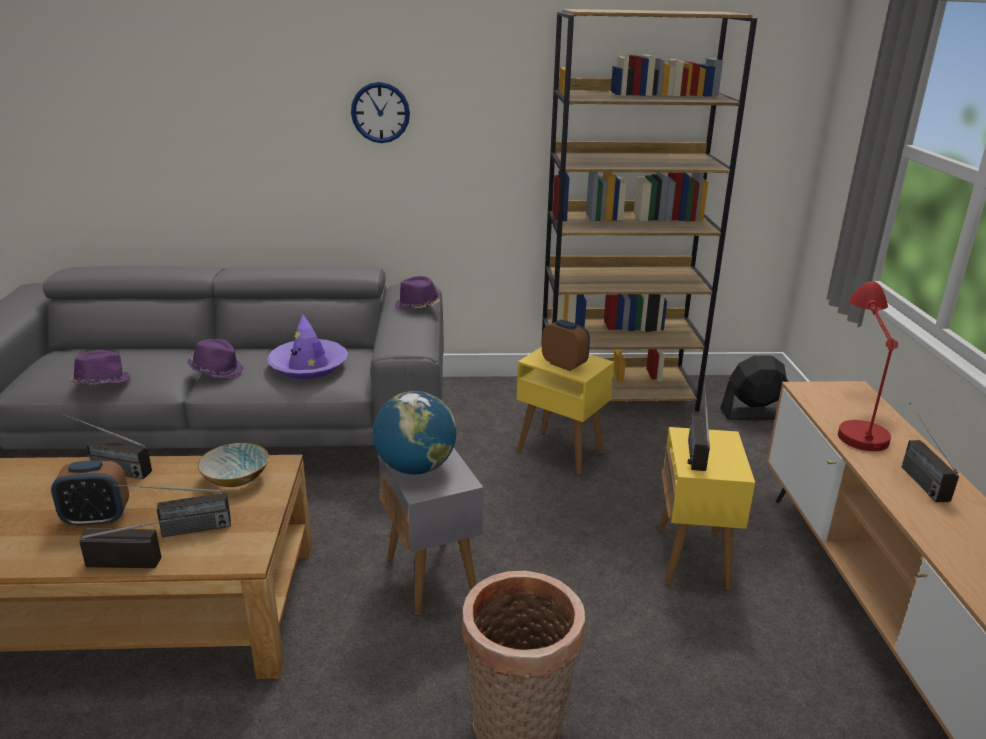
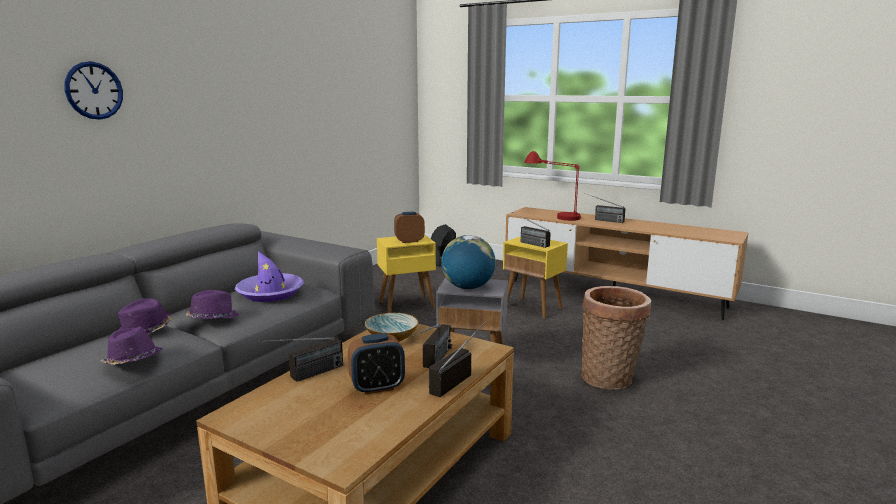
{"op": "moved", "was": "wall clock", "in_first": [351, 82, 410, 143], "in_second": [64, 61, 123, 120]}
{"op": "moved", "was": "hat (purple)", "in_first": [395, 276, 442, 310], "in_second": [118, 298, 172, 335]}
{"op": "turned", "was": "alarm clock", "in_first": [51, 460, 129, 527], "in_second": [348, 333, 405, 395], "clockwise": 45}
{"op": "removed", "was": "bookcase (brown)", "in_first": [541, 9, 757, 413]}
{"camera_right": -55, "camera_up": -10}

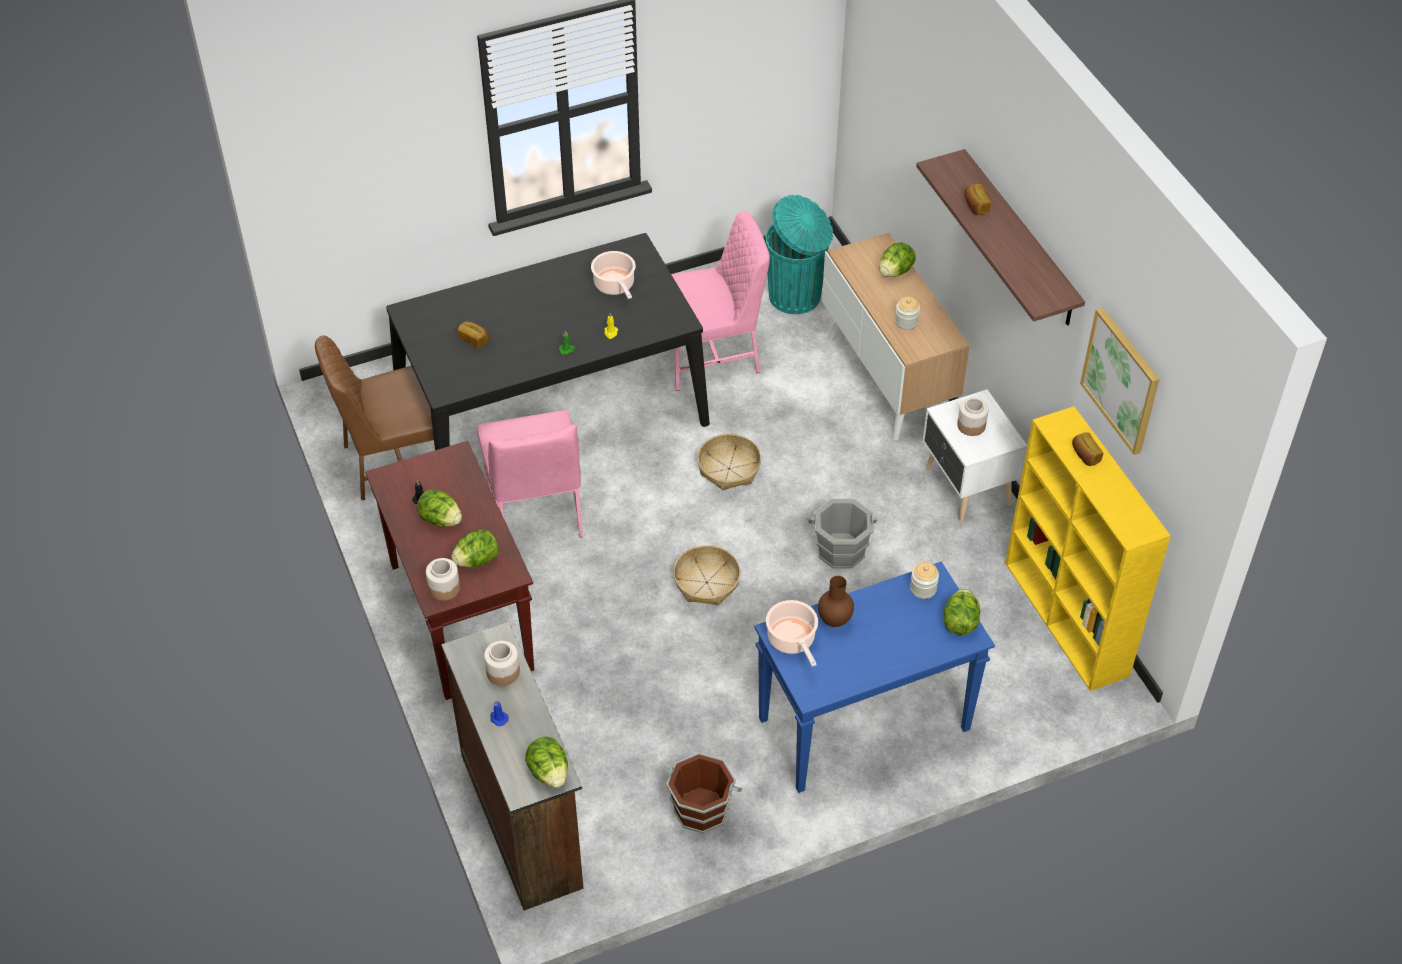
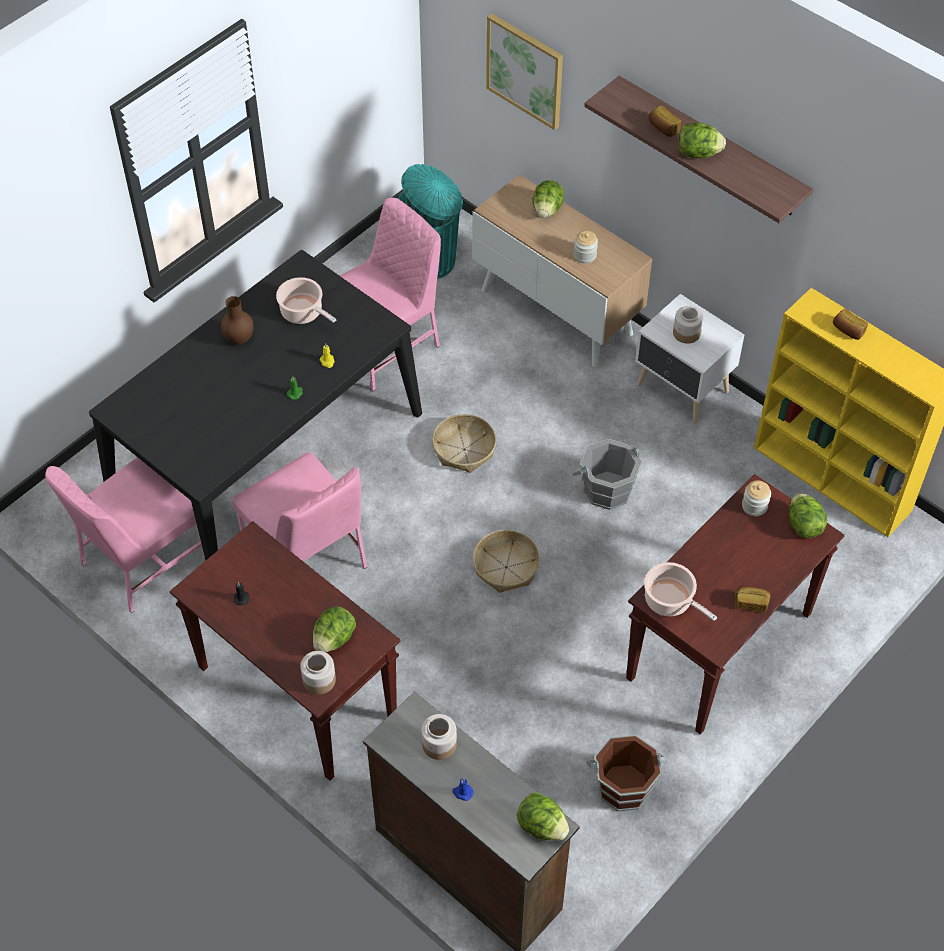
{"op": "recoloured", "was": "chair (brown)", "now": "chair (pink)", "in_first": [315, 335, 434, 501], "in_second": [45, 457, 205, 613]}
{"op": "moved", "was": "vase (brown)", "in_first": [818, 576, 854, 627], "in_second": [221, 296, 254, 344]}
{"op": "moved", "was": "picture", "in_first": [1080, 307, 1160, 455], "in_second": [486, 13, 563, 130]}
{"op": "recoloured", "was": "console table (blue)", "now": "console table (brown)", "in_first": [754, 562, 995, 793], "in_second": [626, 474, 845, 734]}
{"op": "moved", "was": "lettuce", "in_first": [417, 488, 462, 527], "in_second": [679, 123, 726, 158]}
{"op": "moved", "was": "bread", "in_first": [457, 321, 489, 348], "in_second": [735, 587, 771, 613]}
{"camera_right": -25, "camera_up": 5}

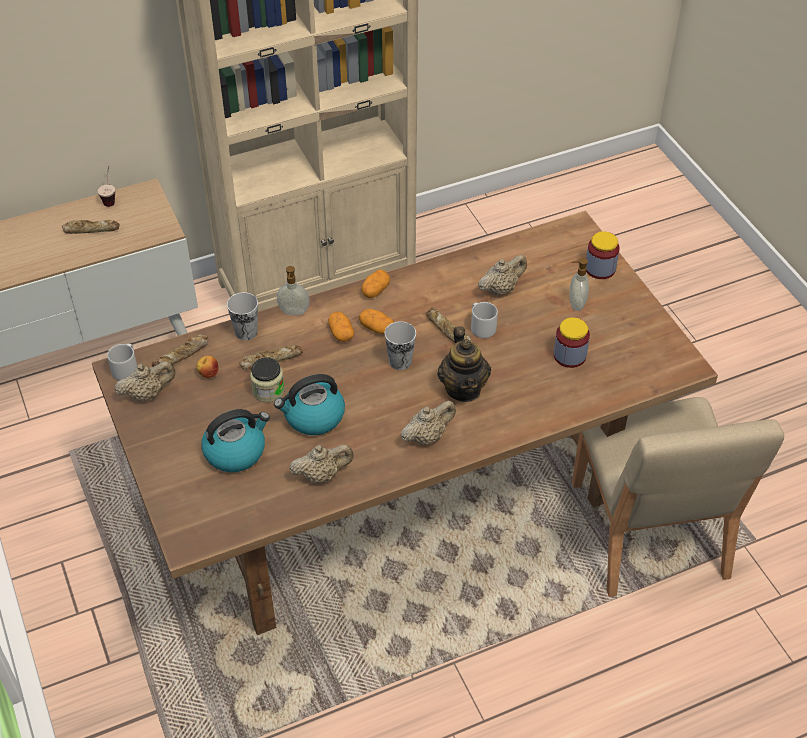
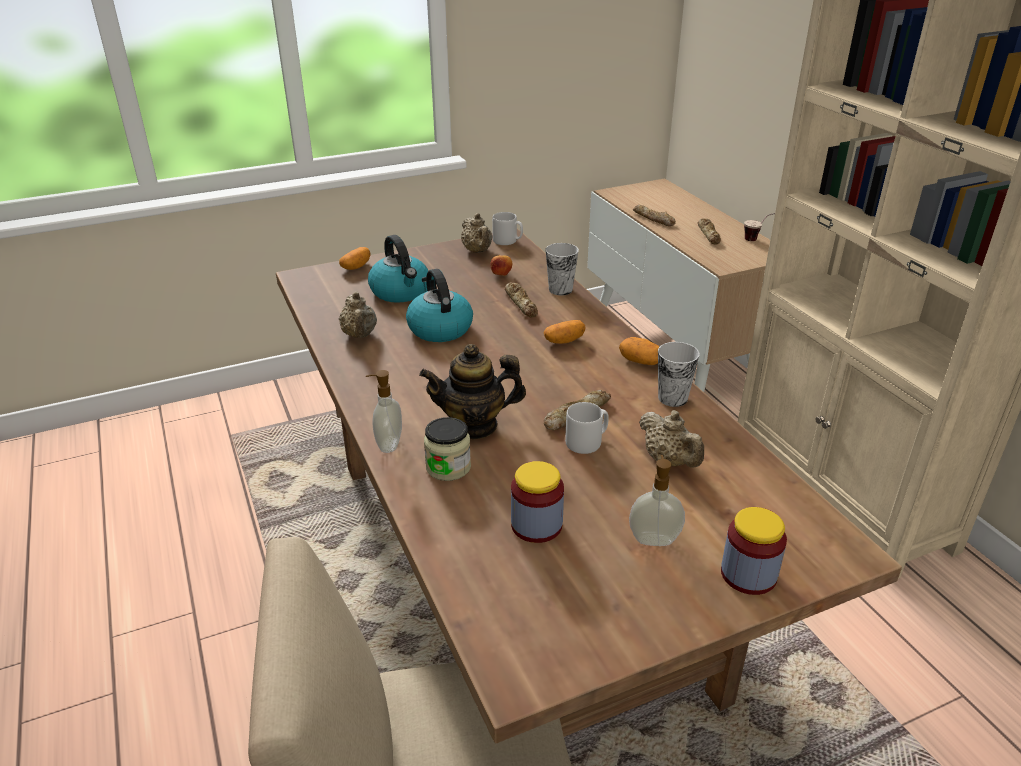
{"op": "moved", "was": "potato", "in_first": [359, 309, 394, 334], "in_second": [339, 247, 371, 270]}
{"op": "moved", "was": "soap dispenser", "in_first": [277, 266, 310, 315], "in_second": [366, 370, 402, 453]}
{"op": "moved", "was": "jar", "in_first": [250, 357, 284, 402], "in_second": [424, 417, 471, 481]}
{"op": "moved", "was": "bread", "in_first": [152, 335, 208, 367], "in_second": [633, 205, 676, 226]}
{"op": "moved", "was": "cup", "in_first": [384, 321, 416, 370], "in_second": [658, 342, 700, 407]}
{"op": "removed", "was": "teapot (beige)", "in_first": [401, 401, 456, 445]}
{"camera_right": 90, "camera_up": -15}

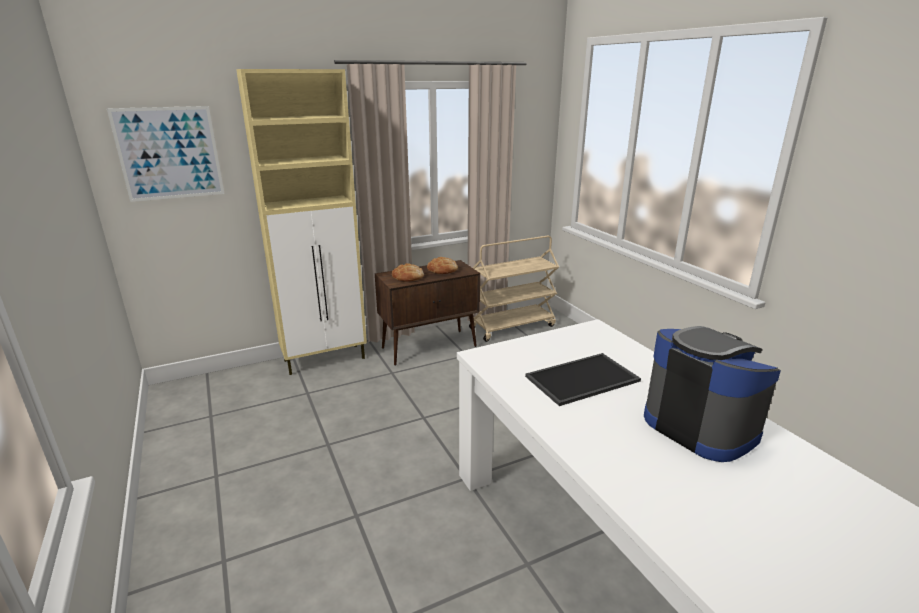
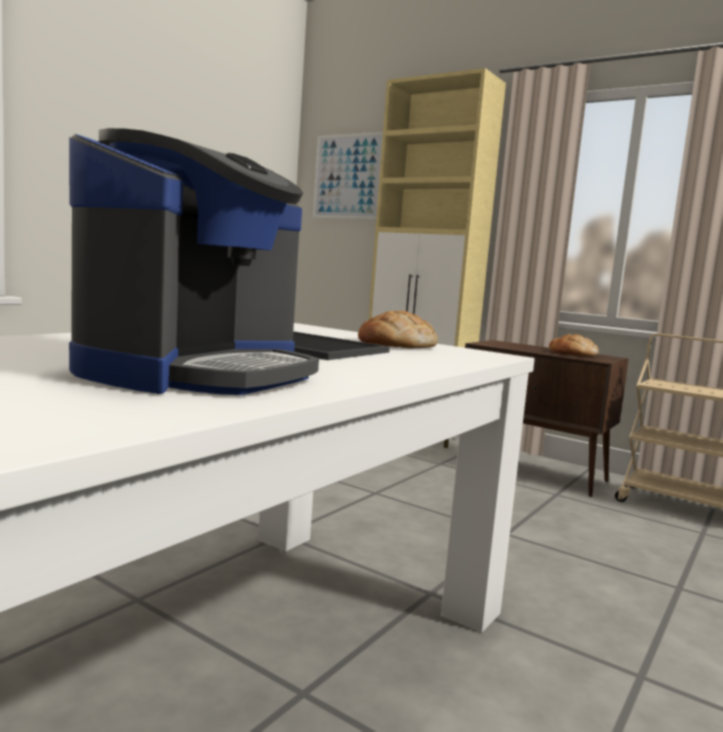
{"op": "moved", "was": "bread", "in_first": [392, 263, 424, 282], "in_second": [358, 311, 438, 348]}
{"camera_right": 60, "camera_up": -15}

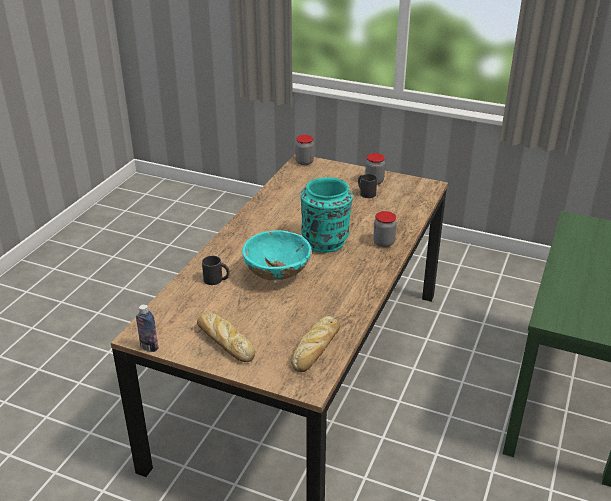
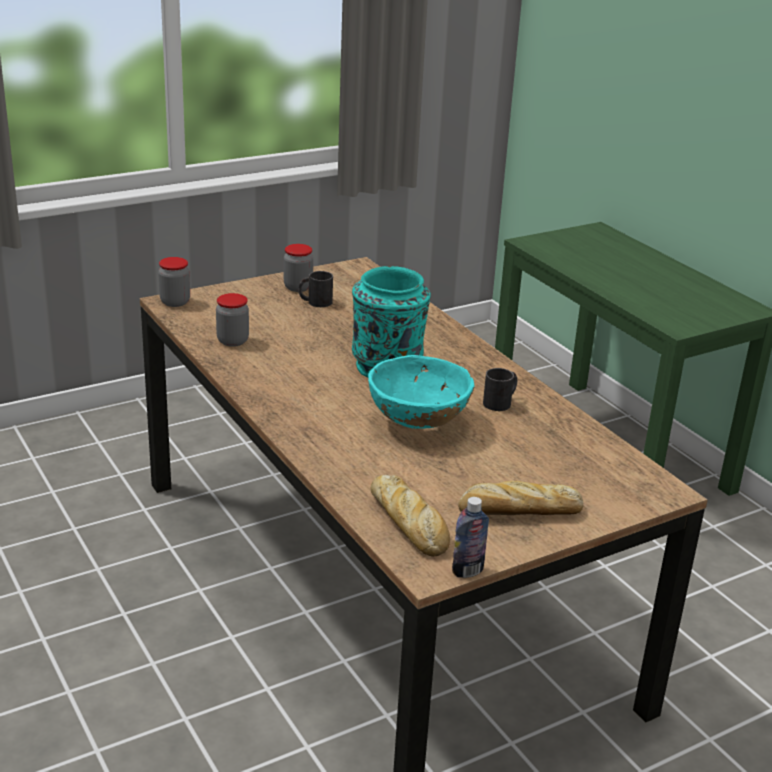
{"op": "moved", "was": "jar", "in_first": [373, 211, 397, 247], "in_second": [216, 293, 249, 347]}
{"op": "moved", "was": "bread", "in_first": [291, 316, 340, 372], "in_second": [371, 475, 450, 556]}
{"op": "moved", "was": "mug (black)", "in_first": [202, 256, 230, 285], "in_second": [483, 368, 517, 411]}
{"camera_right": -55, "camera_up": -5}

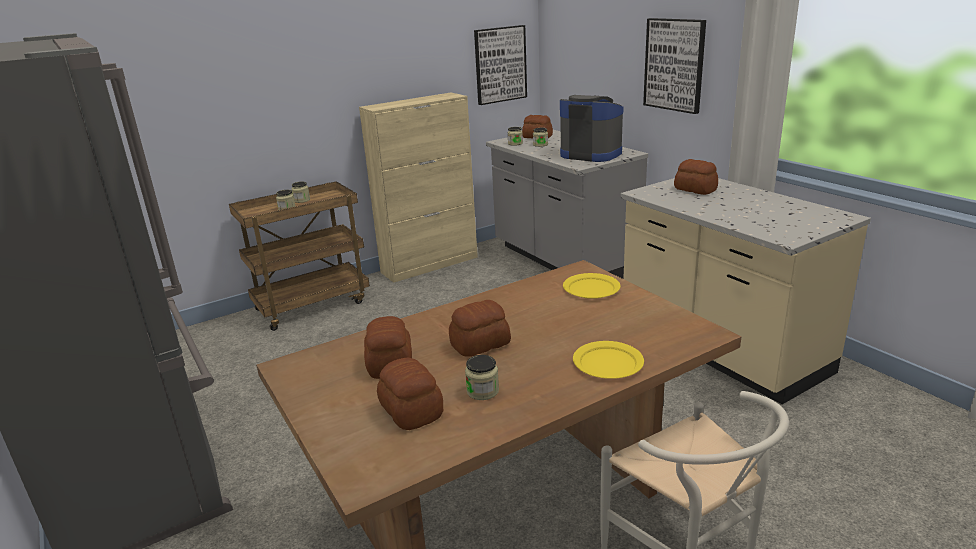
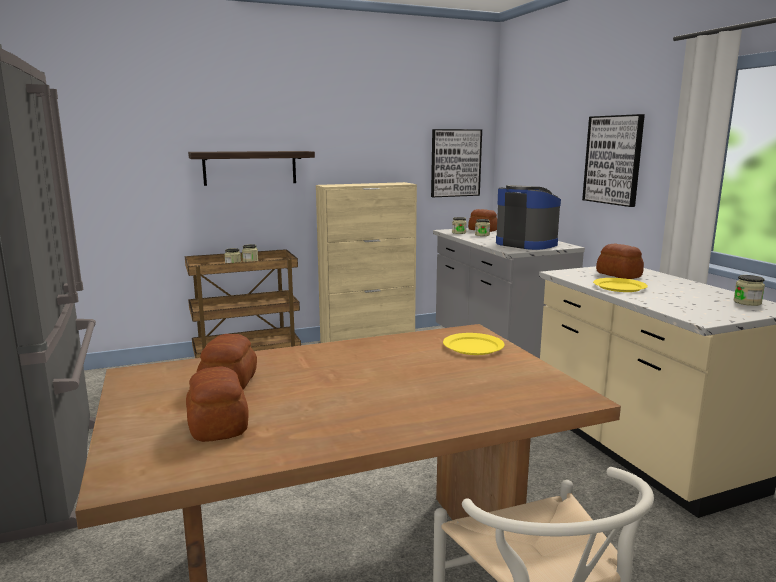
{"op": "added", "now": "shelf", "in_second": [188, 151, 315, 186]}
{"op": "moved", "was": "plate (yellow)", "in_first": [573, 341, 644, 379], "in_second": [593, 278, 648, 292]}
{"op": "moved", "was": "jar", "in_first": [465, 355, 499, 400], "in_second": [734, 275, 765, 306]}
{"op": "removed", "was": "bread", "in_first": [449, 300, 511, 357]}
{"camera_right": 10, "camera_up": -10}

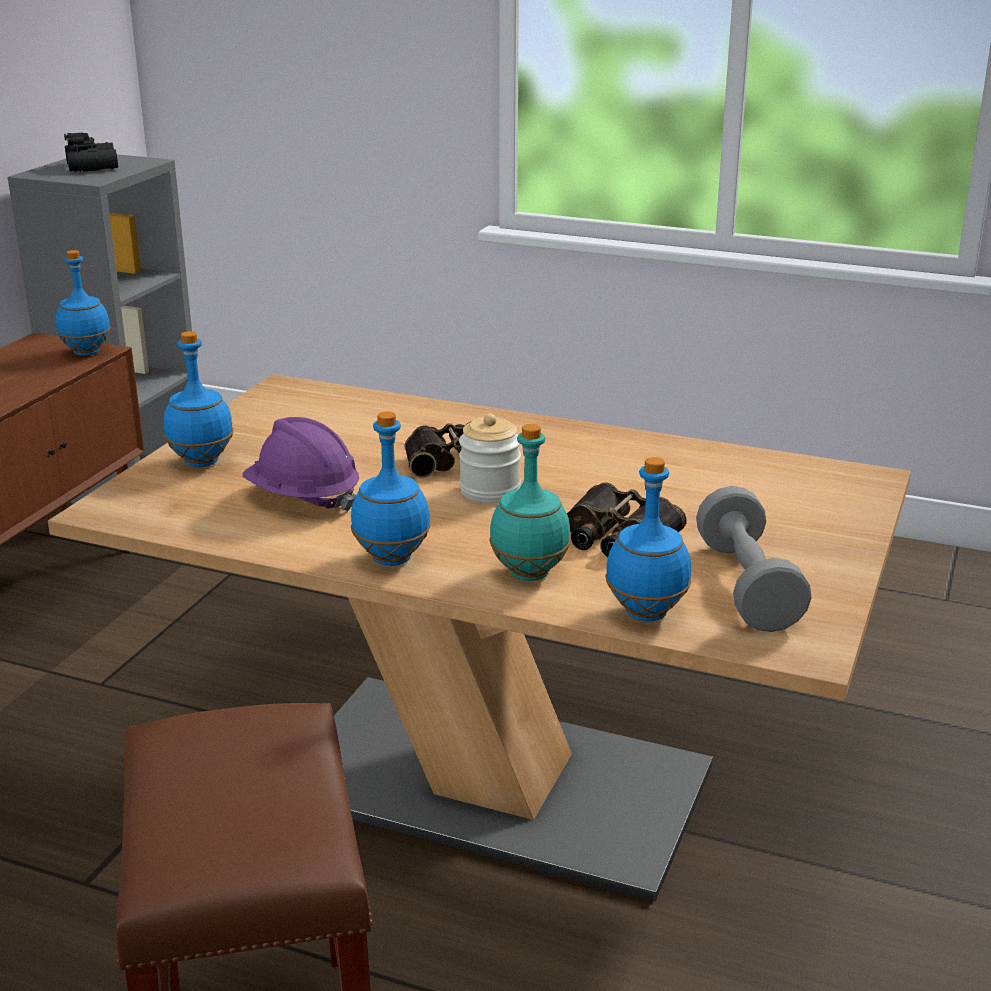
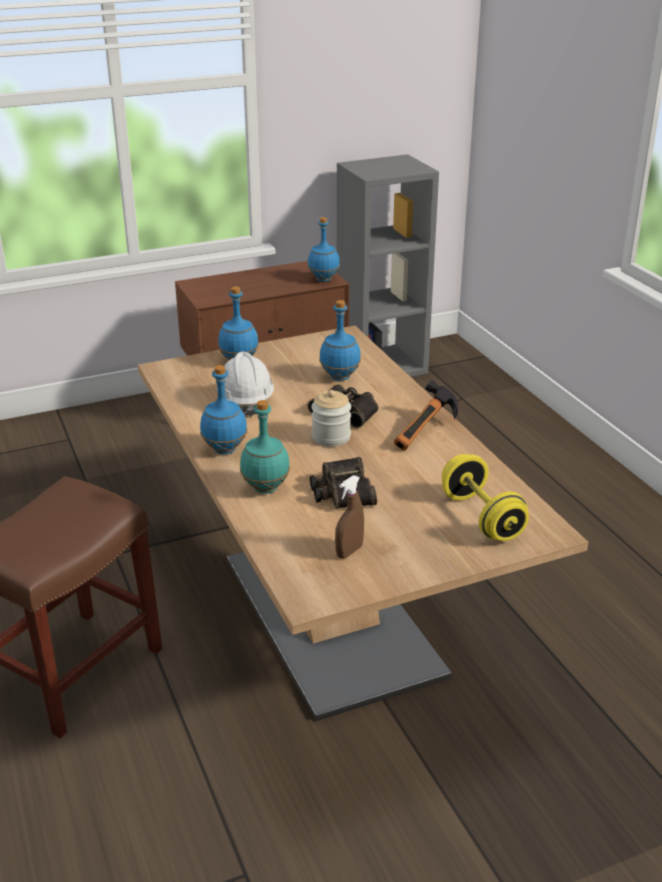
{"op": "recoloured", "was": "hard hat (purple)", "now": "hard hat (white)", "in_first": [242, 417, 359, 512], "in_second": [217, 352, 274, 417]}
{"op": "moved", "was": "bottle (blue)", "in_first": [605, 457, 692, 621], "in_second": [319, 300, 361, 381]}
{"op": "replaced", "was": "dumbbell (grey)", "now": "spray bottle (brown)", "in_first": [696, 486, 811, 632], "in_second": [335, 475, 364, 559]}
{"op": "added", "now": "hammer", "in_second": [394, 380, 459, 451]}
{"op": "added", "now": "dumbbell (yellow)", "in_second": [442, 454, 529, 541]}
{"op": "removed", "was": "binoculars (black)", "in_first": [64, 133, 118, 172]}
{"camera_right": 45, "camera_up": 5}

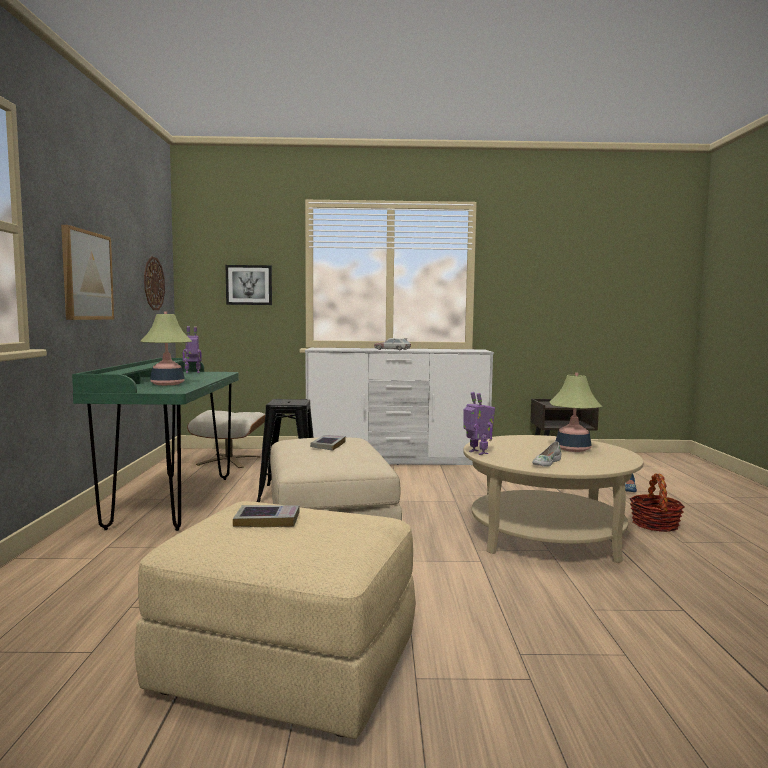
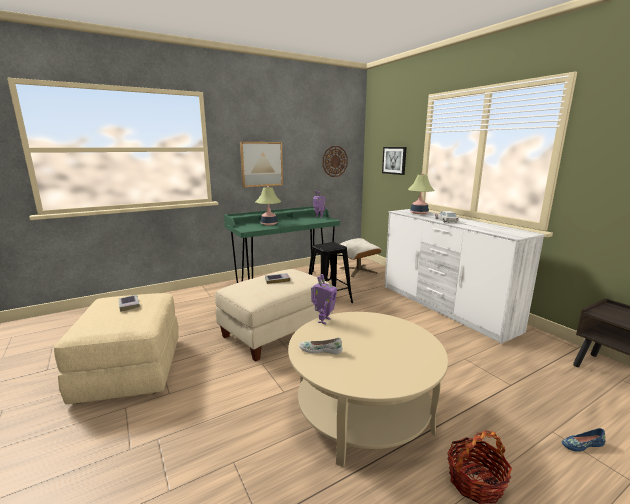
{"op": "moved", "was": "table lamp", "in_first": [550, 373, 602, 452], "in_second": [408, 173, 435, 214]}
{"camera_right": 60, "camera_up": 10}

